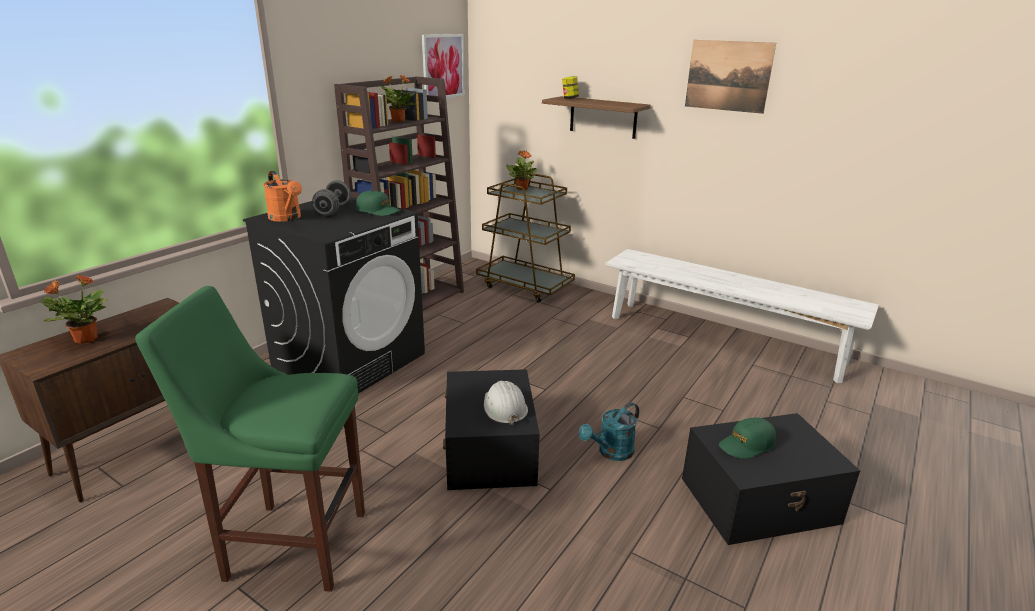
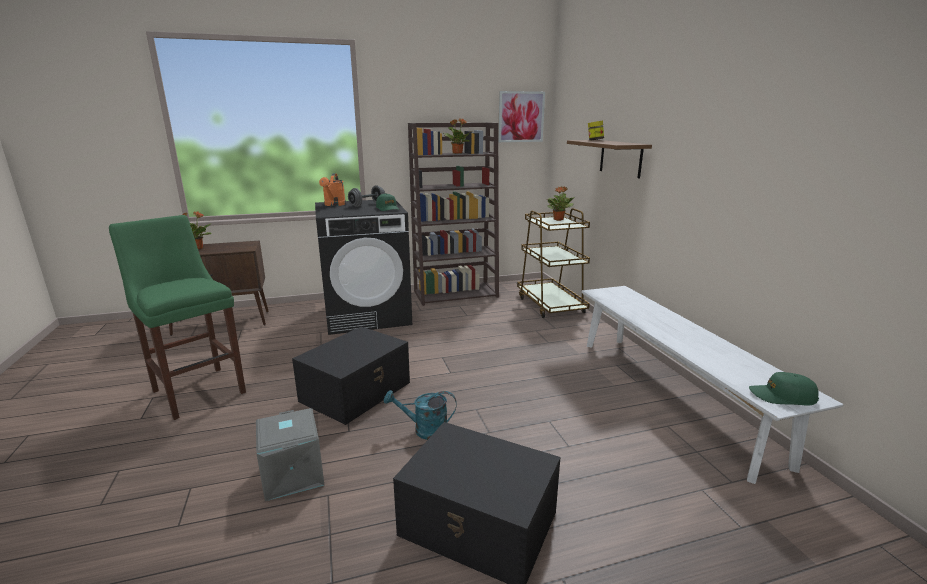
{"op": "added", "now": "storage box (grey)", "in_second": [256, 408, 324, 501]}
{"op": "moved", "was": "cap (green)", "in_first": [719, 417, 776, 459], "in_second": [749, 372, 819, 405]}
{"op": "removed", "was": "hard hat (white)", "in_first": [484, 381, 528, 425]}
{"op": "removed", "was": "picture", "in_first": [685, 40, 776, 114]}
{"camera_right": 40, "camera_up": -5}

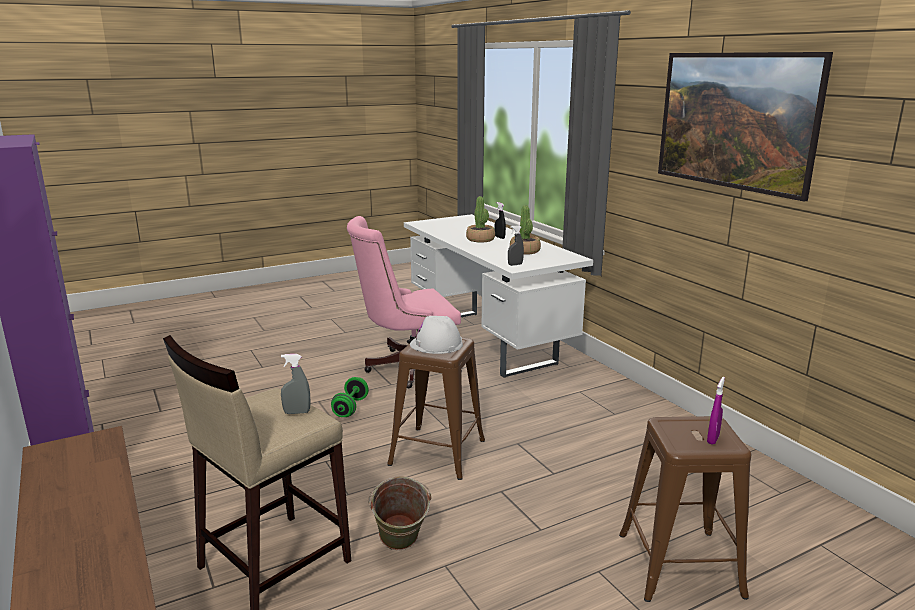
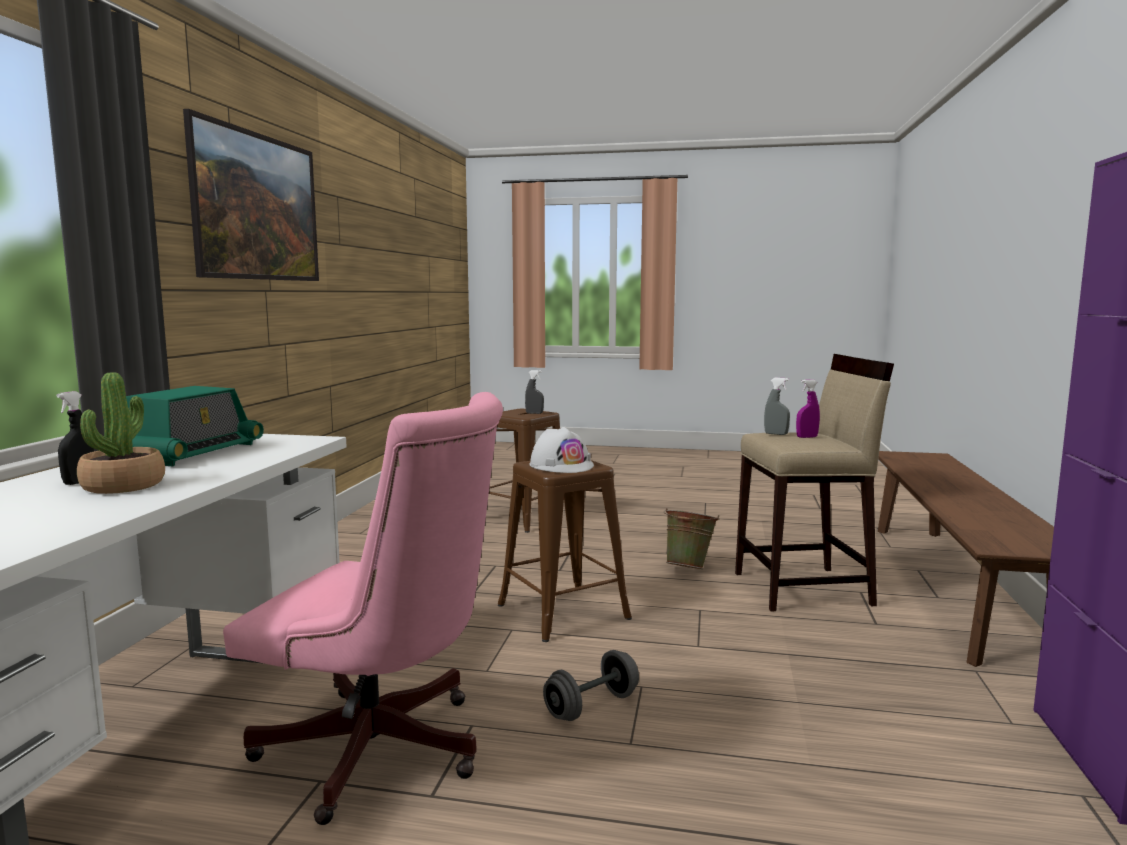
{"op": "replaced", "was": "potted plant", "now": "radio", "in_first": [510, 205, 541, 255], "in_second": [126, 386, 264, 466]}
{"op": "moved", "was": "spray bottle (grey)", "in_first": [508, 225, 524, 266], "in_second": [525, 370, 544, 414]}
{"op": "recoloured", "was": "dumbbell (green)", "now": "dumbbell (grey)", "in_first": [331, 377, 369, 417], "in_second": [543, 650, 639, 721]}
{"op": "moved", "was": "spray bottle (purple)", "in_first": [707, 377, 725, 445], "in_second": [796, 380, 820, 438]}
{"camera_right": -140, "camera_up": -10}

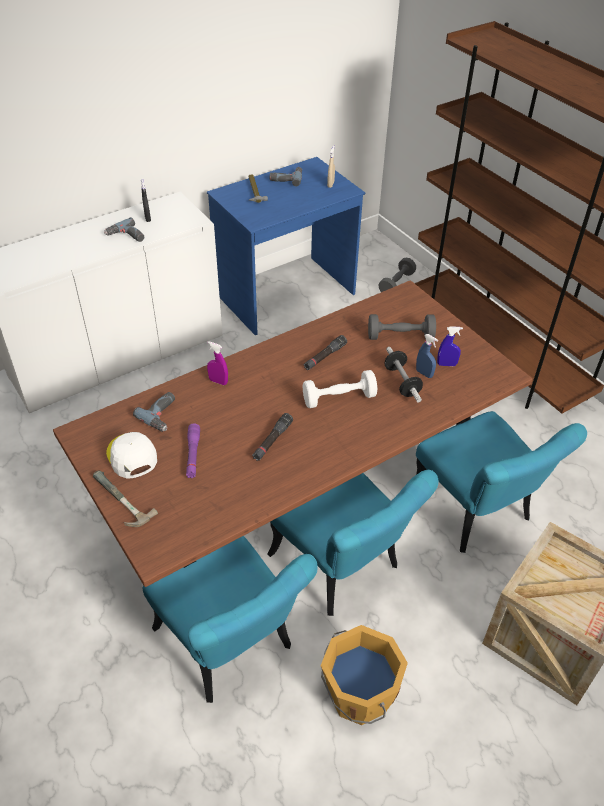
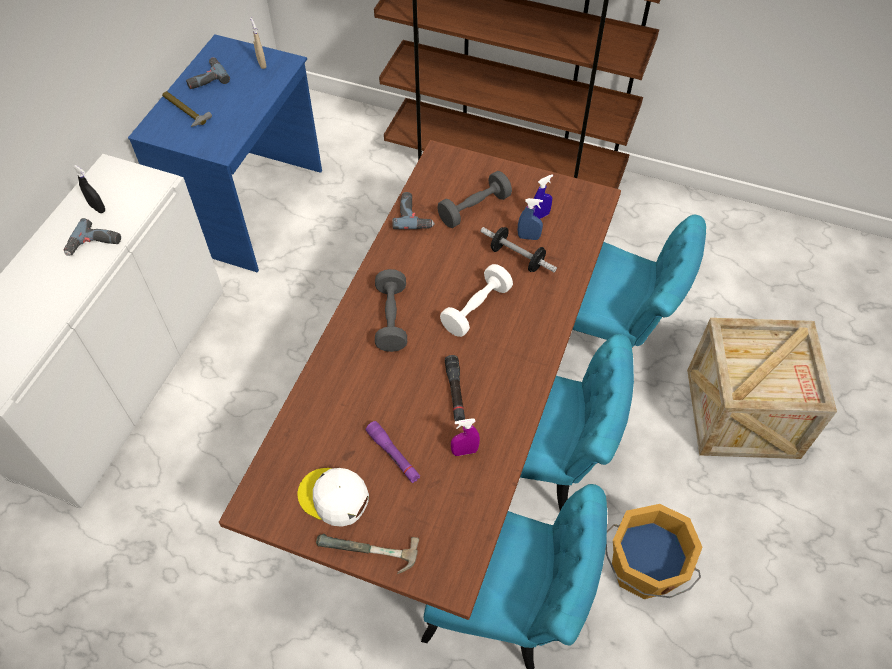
{"op": "moved", "was": "dumbbell (grey)", "in_first": [379, 258, 416, 292], "in_second": [375, 269, 407, 352]}
{"op": "moved", "was": "power drill", "in_first": [133, 392, 175, 432], "in_second": [392, 192, 435, 229]}
{"op": "moved", "was": "spray bottle (purple)", "in_first": [207, 341, 228, 385], "in_second": [451, 419, 480, 456]}
{"op": "removed", "was": "flashlight (black)", "in_first": [304, 335, 347, 370]}
{"camera_right": -35, "camera_up": 10}

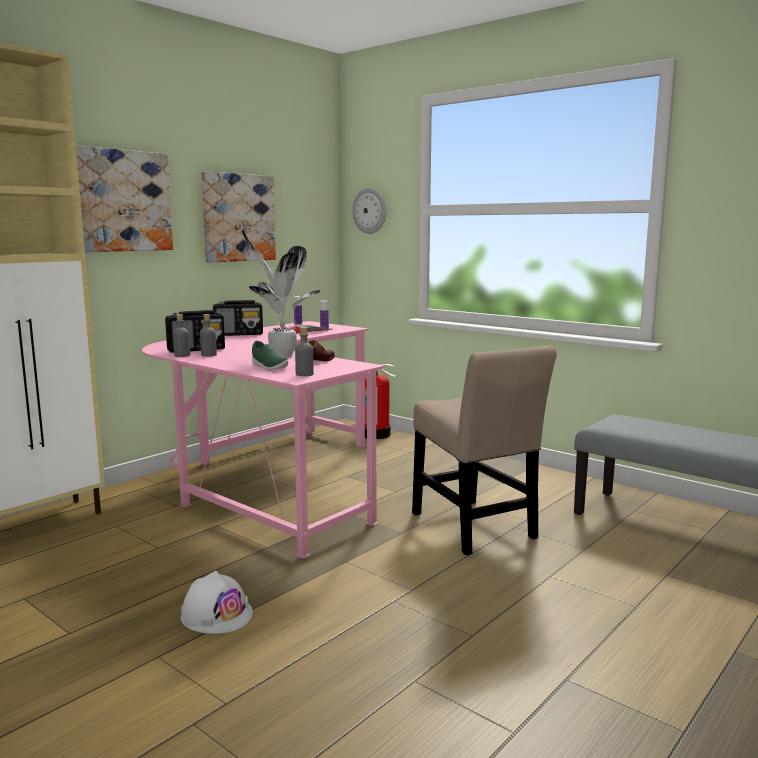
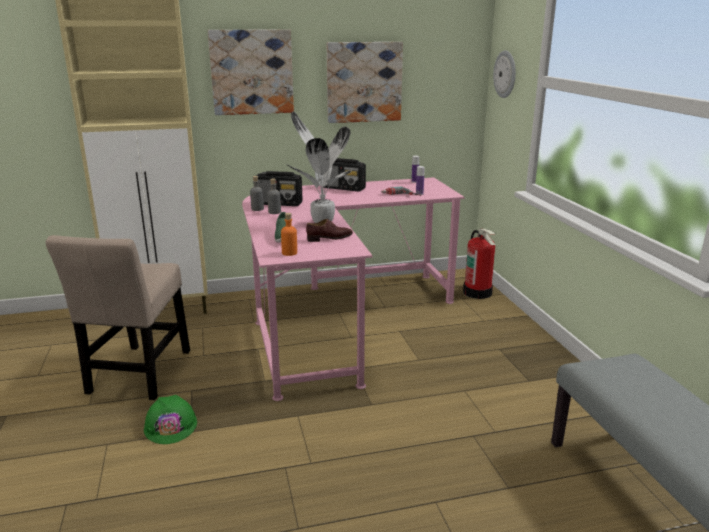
{"op": "moved", "was": "chair (beige)", "in_first": [412, 346, 557, 555], "in_second": [45, 235, 190, 400]}
{"op": "recoloured", "was": "hard hat (white)", "now": "hard hat (green)", "in_first": [181, 571, 253, 634], "in_second": [144, 395, 197, 444]}
{"op": "recoloured", "was": "bottle (grey)", "now": "bottle (orange)", "in_first": [295, 327, 314, 376], "in_second": [281, 213, 297, 256]}
{"camera_right": 35, "camera_up": 10}

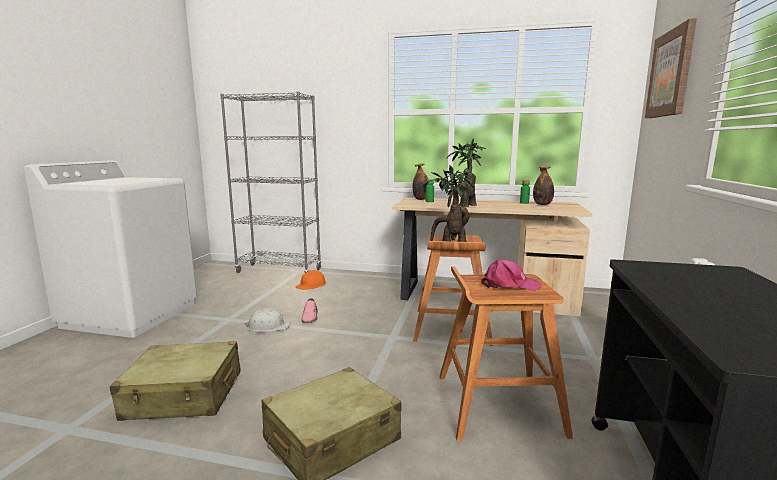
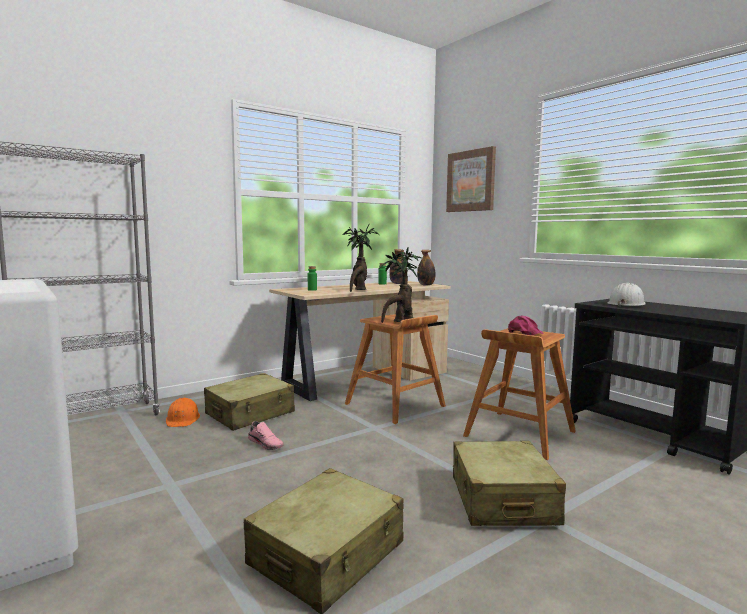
{"op": "added", "now": "suitcase (beige)", "in_second": [204, 373, 295, 431]}
{"op": "moved", "was": "bottle", "in_first": [412, 163, 428, 200], "in_second": [417, 250, 436, 286]}
{"op": "moved", "was": "hard hat (white)", "in_first": [245, 308, 291, 332], "in_second": [608, 283, 646, 307]}
{"camera_right": -50, "camera_up": -5}

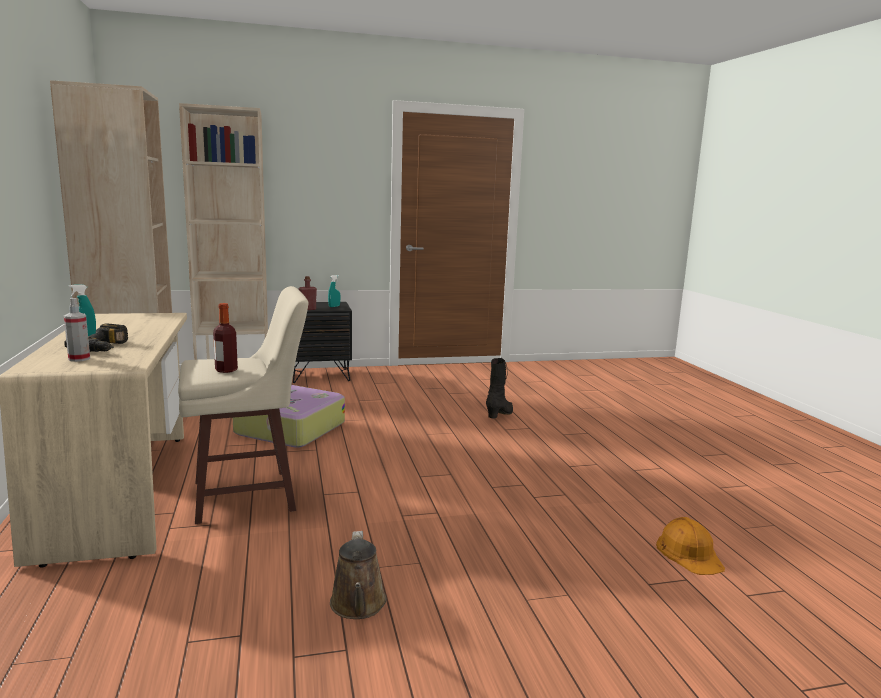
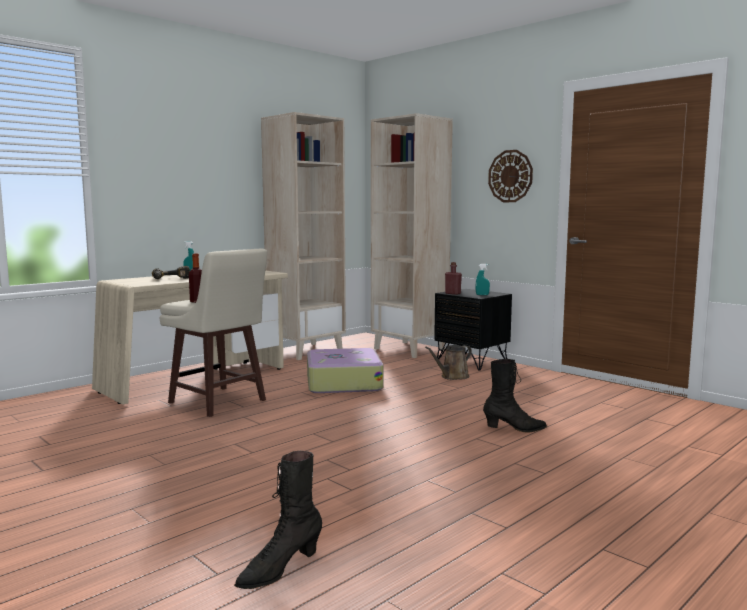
{"op": "replaced", "was": "hard hat (orange)", "now": "boot (black)", "in_first": [656, 517, 725, 575], "in_second": [234, 451, 322, 589]}
{"op": "moved", "was": "watering can (brown)", "in_first": [330, 531, 387, 619], "in_second": [425, 345, 472, 380]}
{"op": "added", "now": "wall clock", "in_second": [488, 150, 533, 202]}
{"op": "removed", "was": "spray bottle", "in_first": [64, 298, 90, 362]}
{"camera_right": 60, "camera_up": -5}

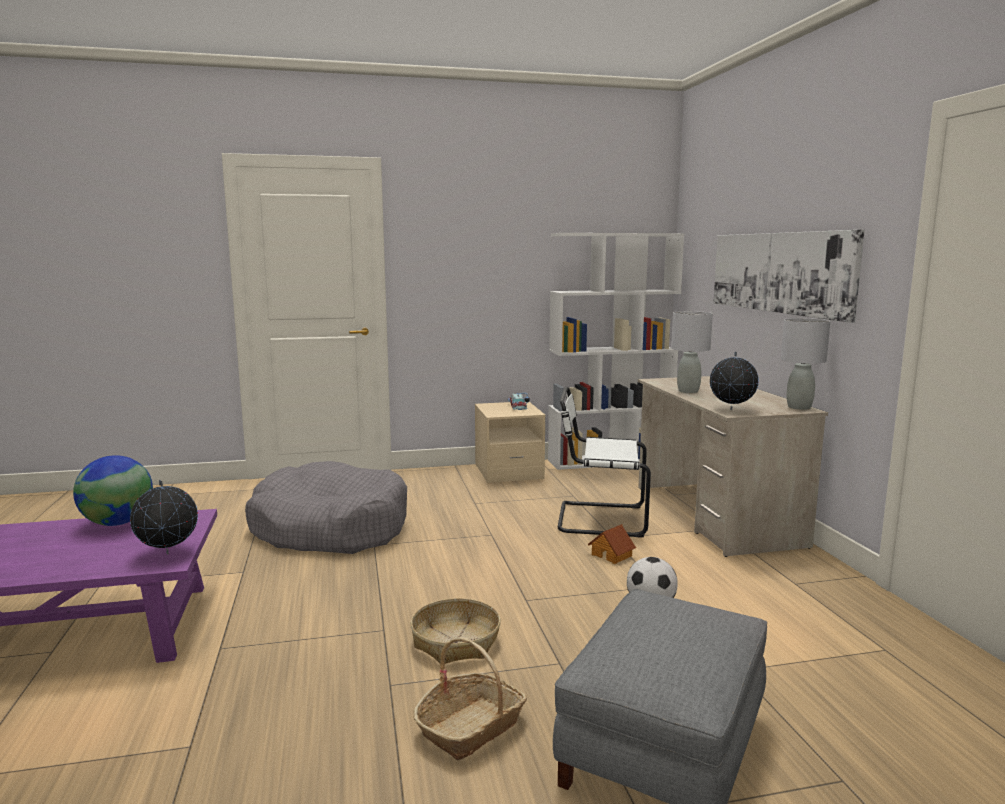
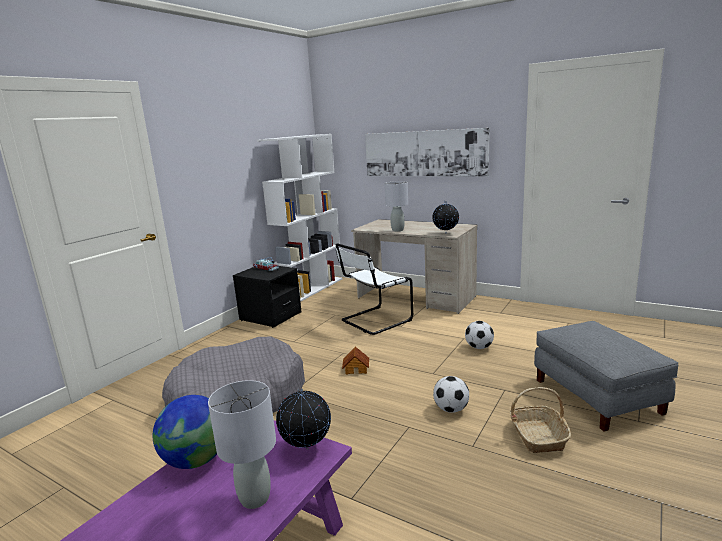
{"op": "moved", "was": "table lamp (grey)", "in_first": [781, 318, 830, 410], "in_second": [208, 380, 276, 509]}
{"op": "recoloured", "was": "nightstand (beige)", "now": "nightstand (black)", "in_first": [475, 402, 546, 483], "in_second": [233, 266, 301, 328]}
{"op": "moved", "was": "toy house", "in_first": [588, 524, 636, 564], "in_second": [342, 346, 369, 375]}
{"op": "replaced", "was": "basket", "now": "football", "in_first": [410, 598, 501, 664], "in_second": [433, 376, 469, 413]}
{"camera_right": -45, "camera_up": 5}

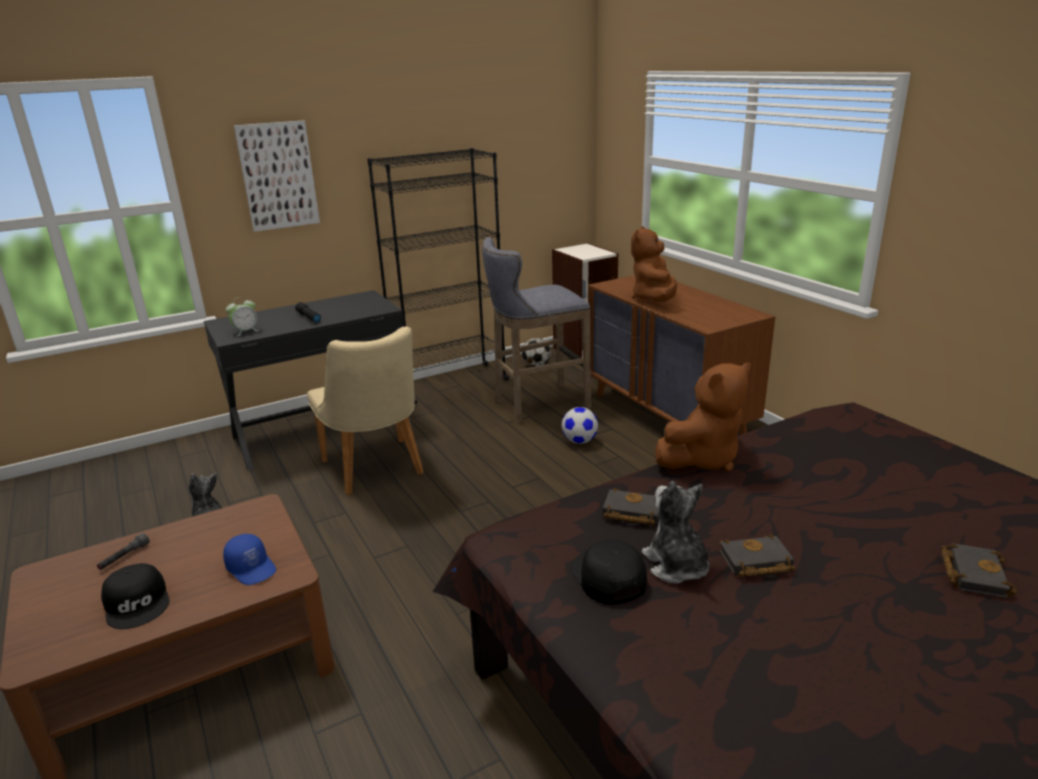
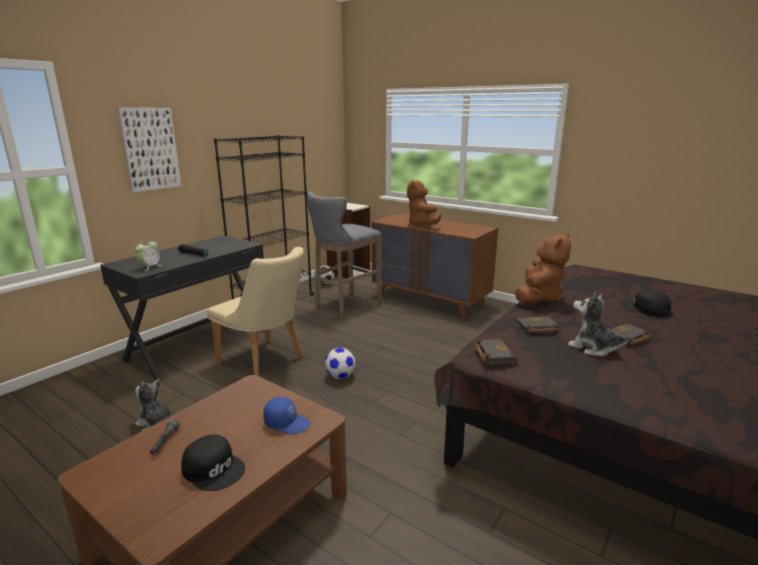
{"op": "moved", "was": "football", "in_first": [562, 407, 598, 444], "in_second": [325, 348, 356, 379]}
{"op": "moved", "was": "book (black)", "in_first": [941, 543, 1017, 598], "in_second": [474, 339, 518, 364]}
{"op": "moved", "was": "cap (black)", "in_first": [571, 540, 647, 605], "in_second": [621, 289, 671, 317]}
{"camera_right": -25, "camera_up": -5}

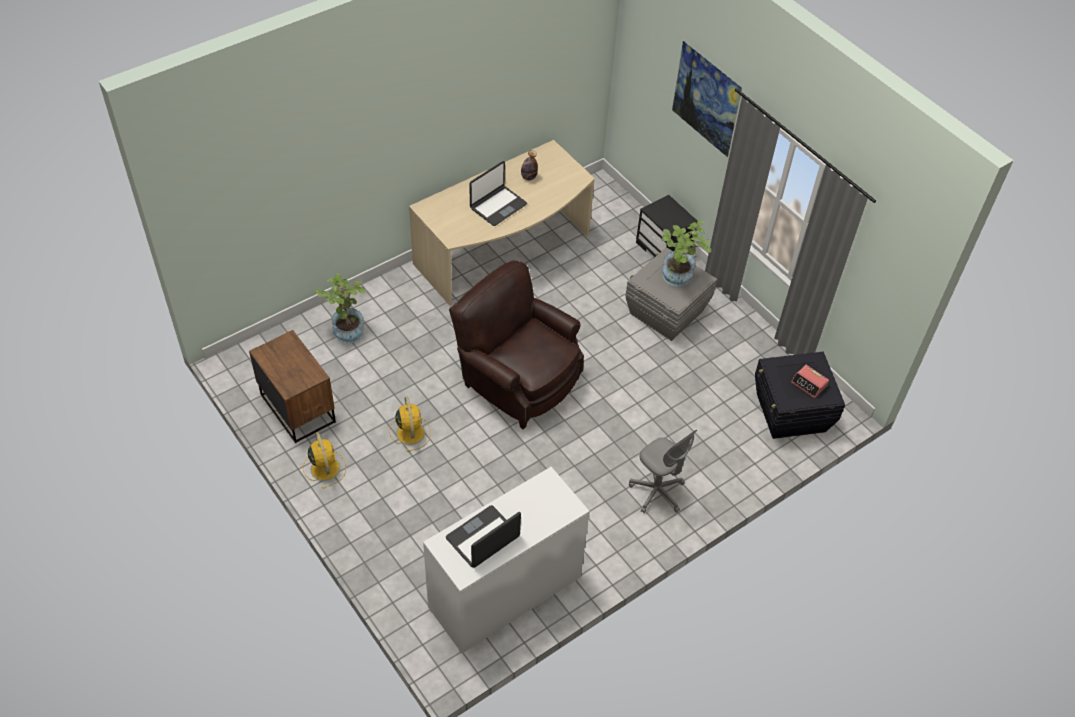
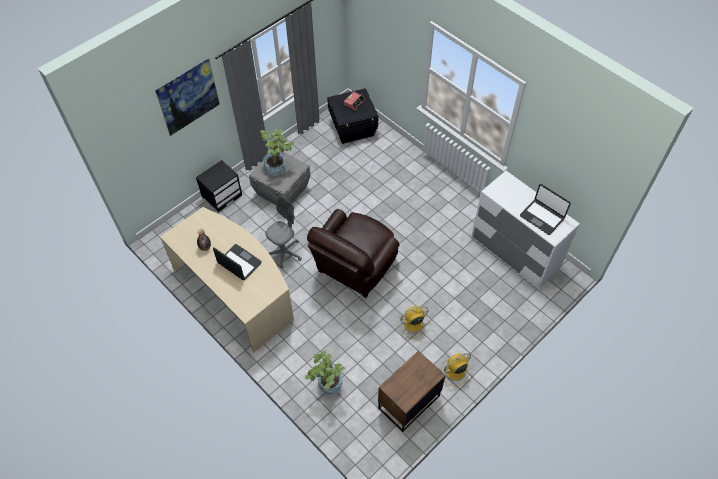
{"op": "moved", "was": "office chair (grey)", "in_first": [629, 430, 697, 513], "in_second": [265, 196, 302, 268]}
{"camera_right": -95, "camera_up": 5}

